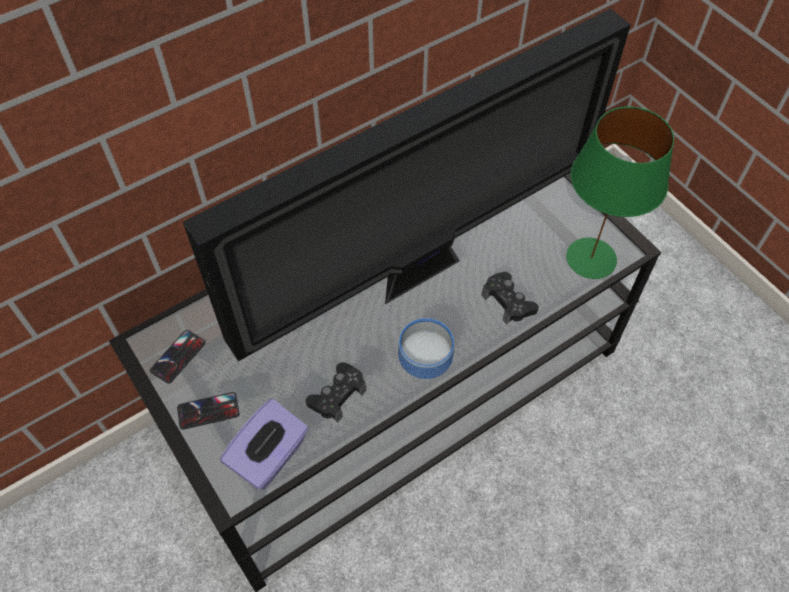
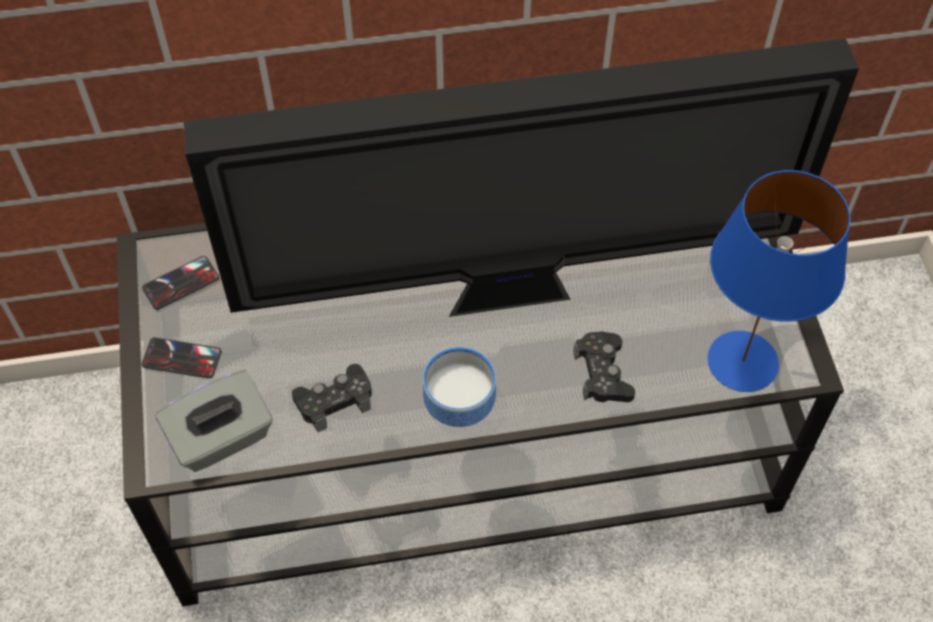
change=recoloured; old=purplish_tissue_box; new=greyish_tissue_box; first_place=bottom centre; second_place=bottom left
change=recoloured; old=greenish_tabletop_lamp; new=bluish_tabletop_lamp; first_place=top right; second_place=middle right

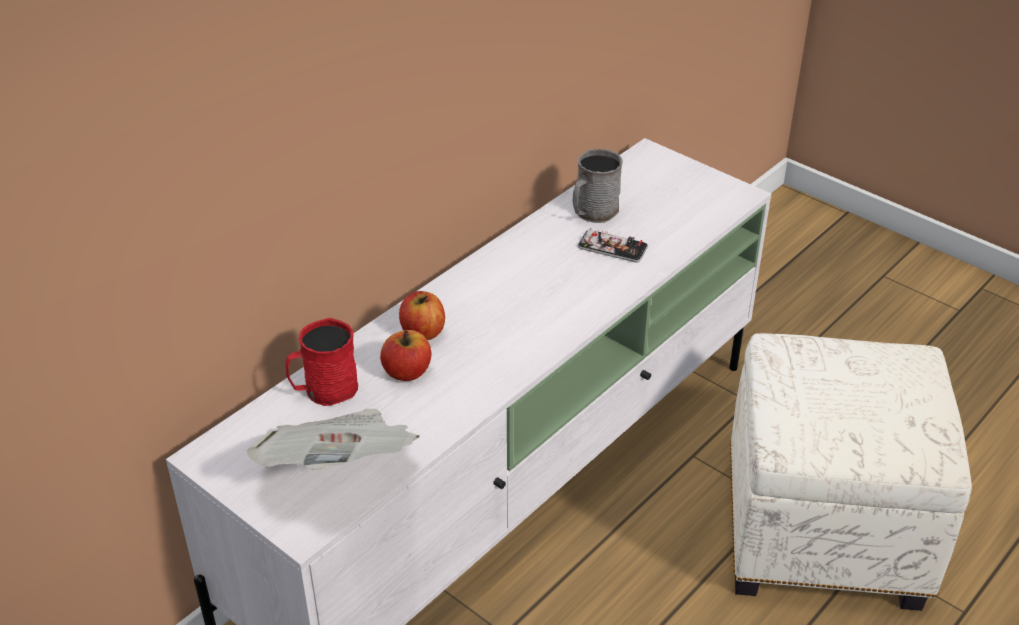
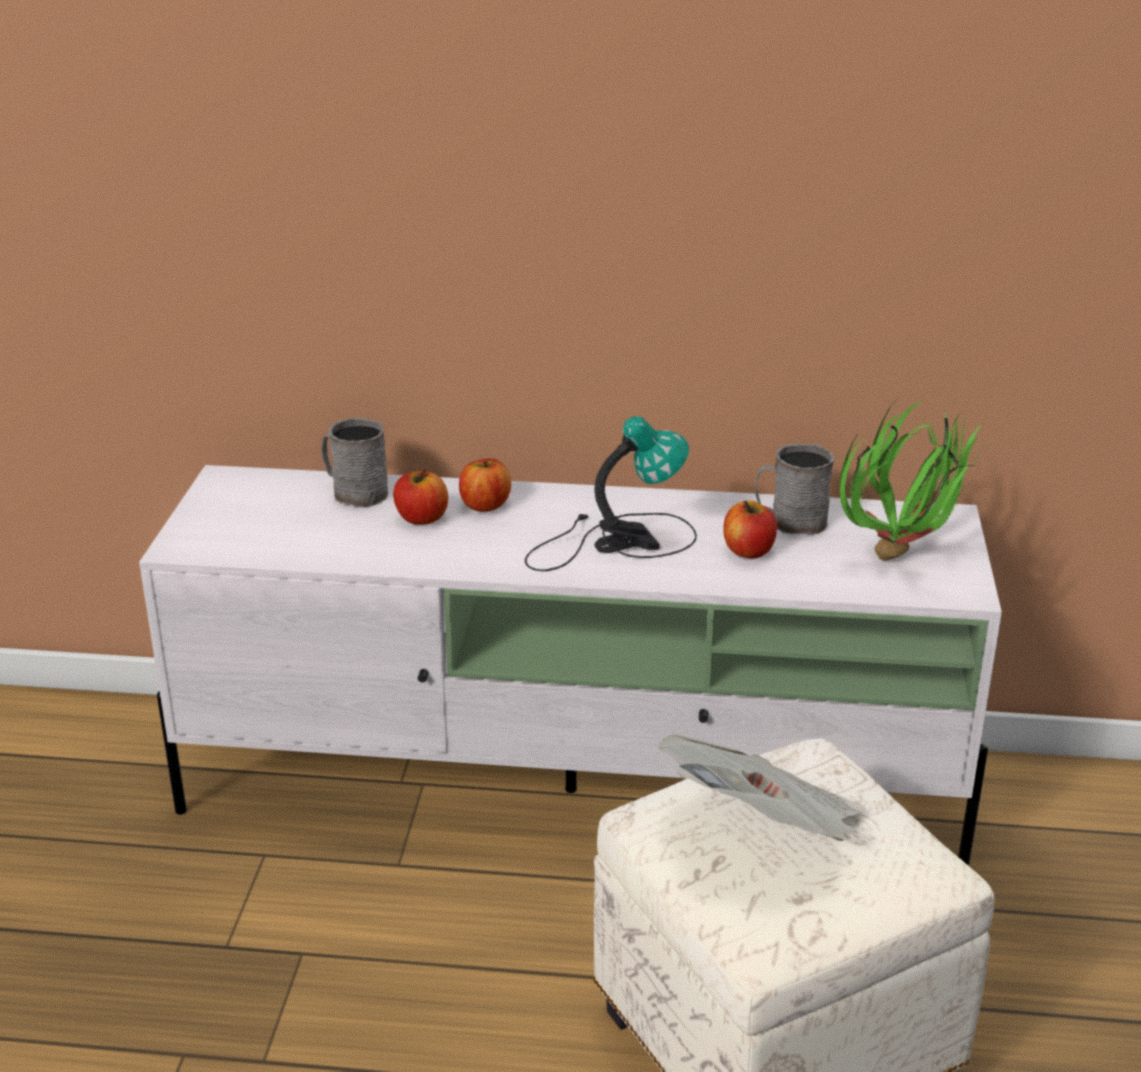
change=moved; old=daily_paper; first_place=bottom left; second_place=bottom right
change=recoloured; old=red_mug; new=greyish_mug (1st from left); first_place=middle left; second_place=middle left
change=replaced; old=telephone; new=whole_apple (3rd from left); first_place=centre; second_place=centre
change=added; new=tabletop_lamp; second_place=centre
change=added; new=potted_plant; second_place=middle right

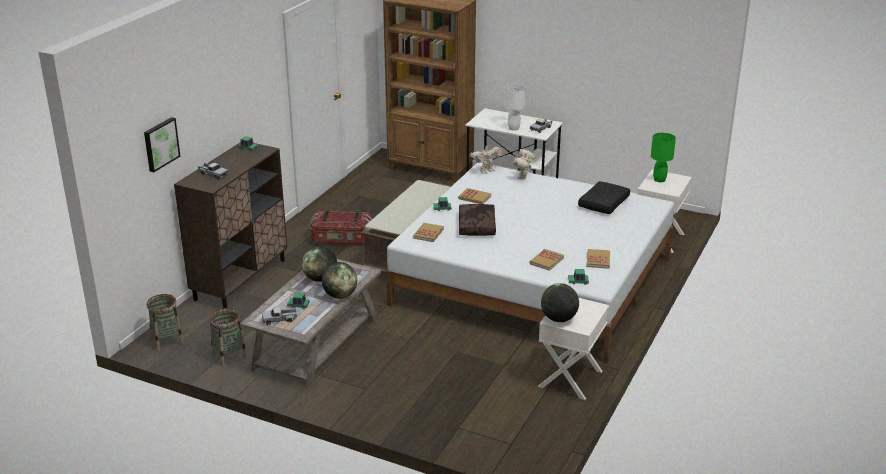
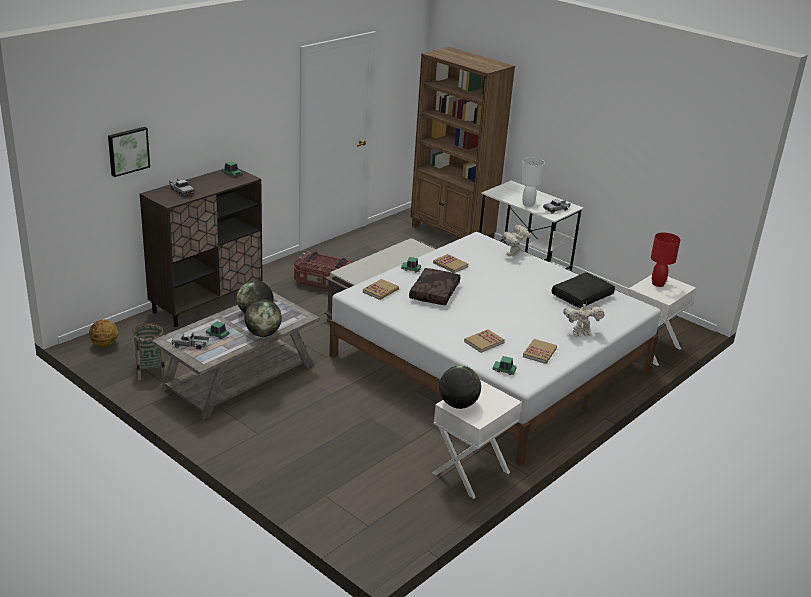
change=replaced; old=storage_basket (1st from left); new=basketball; first_place=bottom left; second_place=middle left
change=moved; old=model_robot (1st from left in the first image); new=model_robot (2nd from left); first_place=centre; second_place=middle right
change=recoloured; old=greenish_tabletop_lamp; new=red_tabletop_lamp; first_place=top right; second_place=middle right

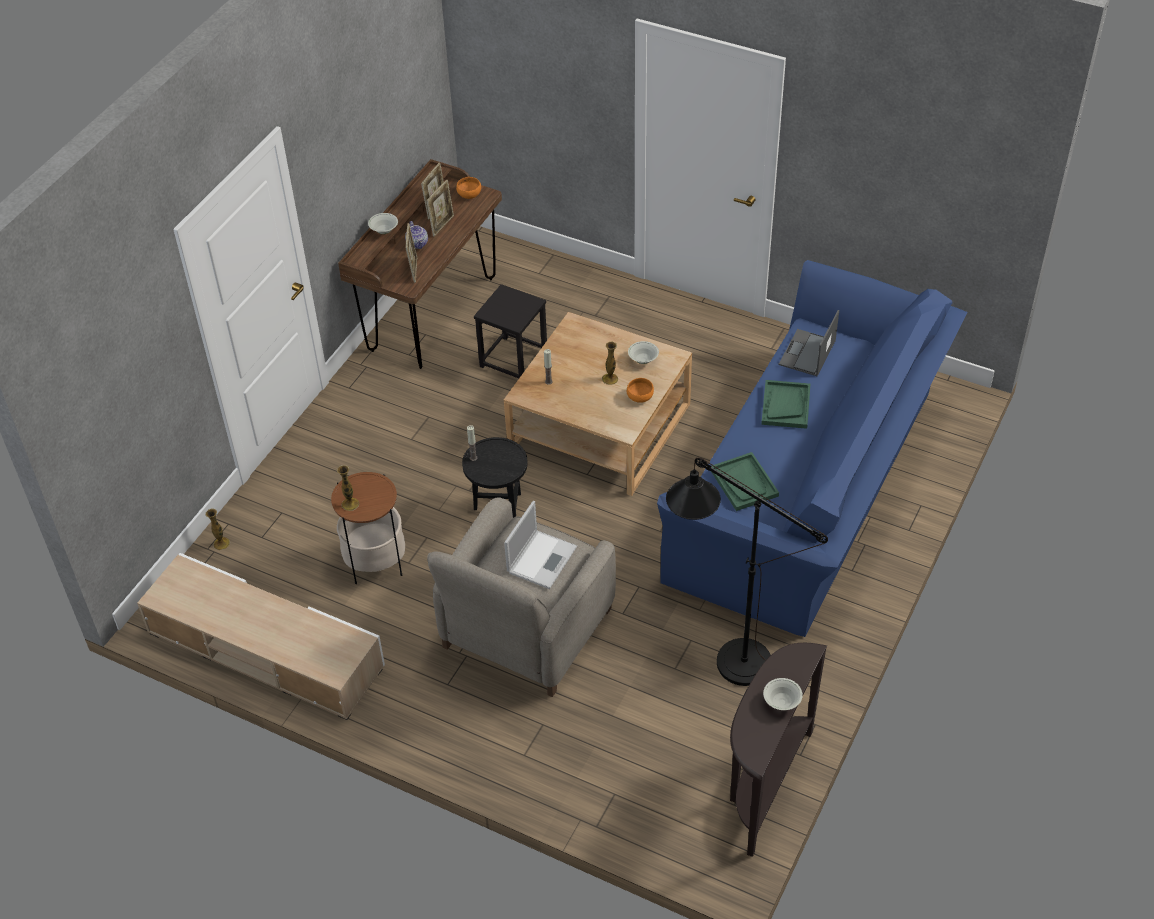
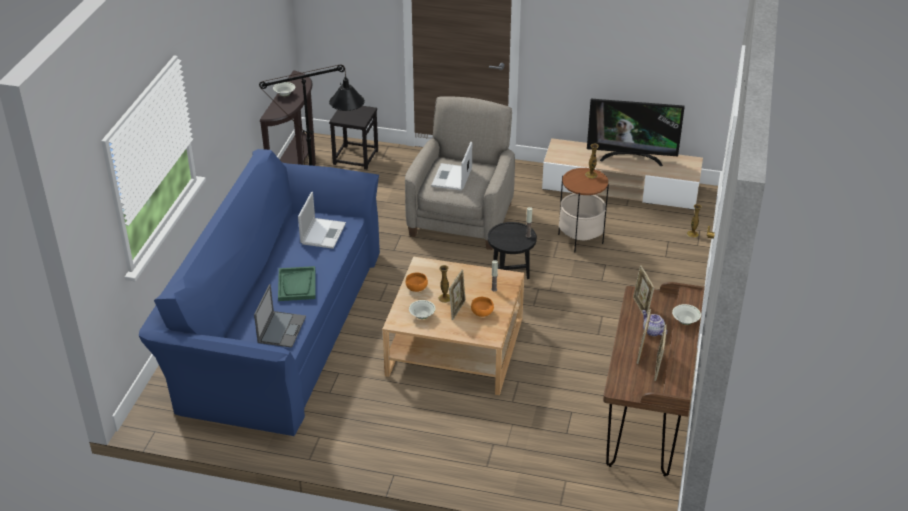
change=moved; old=orange_bowl (1st from left in the first image); new=orange_bowl (2nd from left); first_place=top centre; second_place=centre
change=moved; old=black_stool_seat; first_place=centre; second_place=top centre
change=replaced; old=greenish_carrying_tray (1st from left); new=portable_computer (2nd from left); first_place=centre; second_place=centre
change=added; new=standing_frame (1st from left); second_place=centre
change=added; new=TV_set; second_place=top right

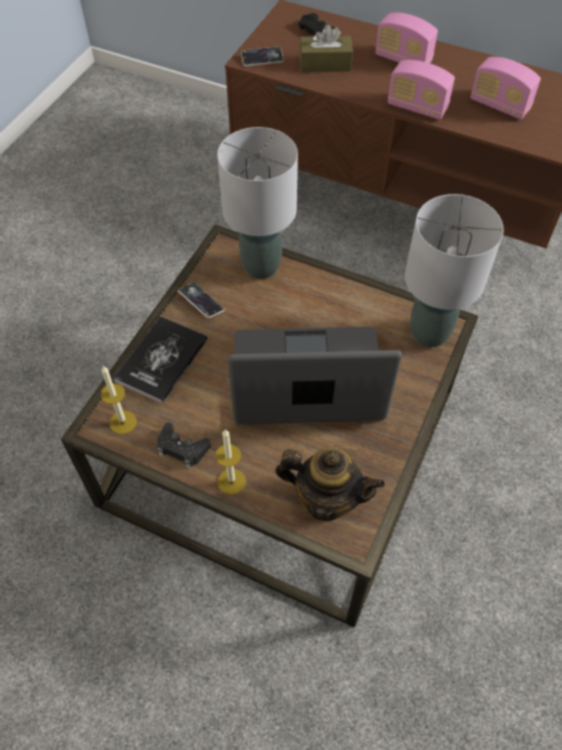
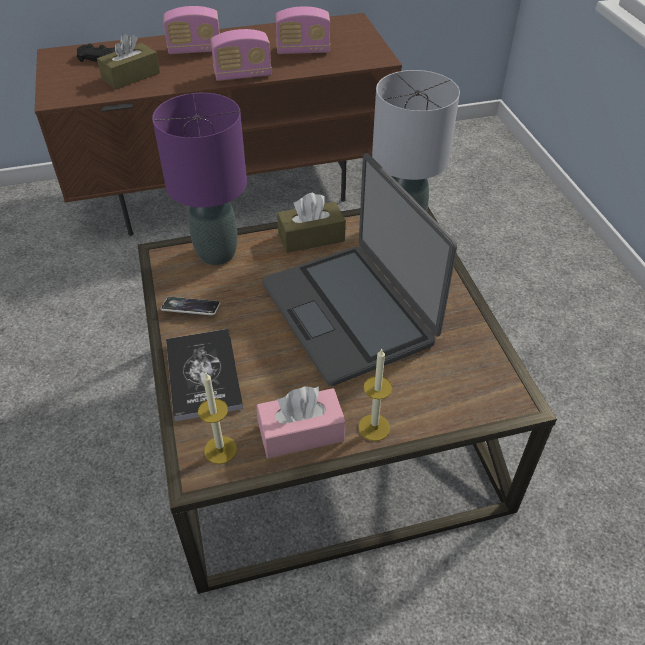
change=replaced; old=black_game_controller (1st from left); new=pink-coloured_tissue_box; first_place=middle left; second_place=centre
change=recoloured; old=greyish_tabletop_lamp (1st from left); new=purplish_tabletop_lamp; first_place=top centre; second_place=top left
change=turned; old=portable_computer; first_place=centre; second_place=centre; degrees=-75
change=removed; old=telephone (2nd from left); first_place=top centre
change=removed; old=pot_for_tea; first_place=centre
change=added; new=brownish_tissue_box (2nd from left); second_place=centre

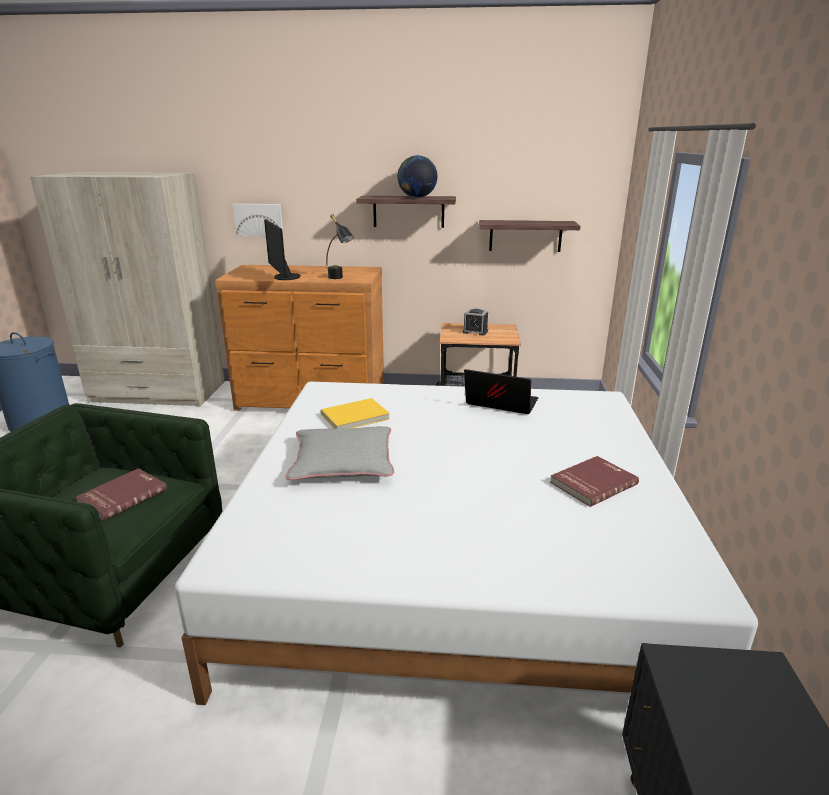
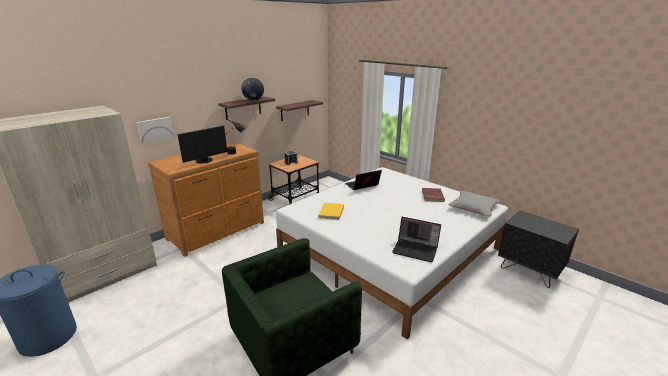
change=removed; old=red_bound_book (1st from left); first_place=middle left
change=turned; old=computer_screen; first_place=top centre; second_place=middle left; degrees=-60
change=moved; old=greyish_throw_pillow; first_place=centre; second_place=middle right
change=added; new=portable_computer (2nd from left); second_place=centre

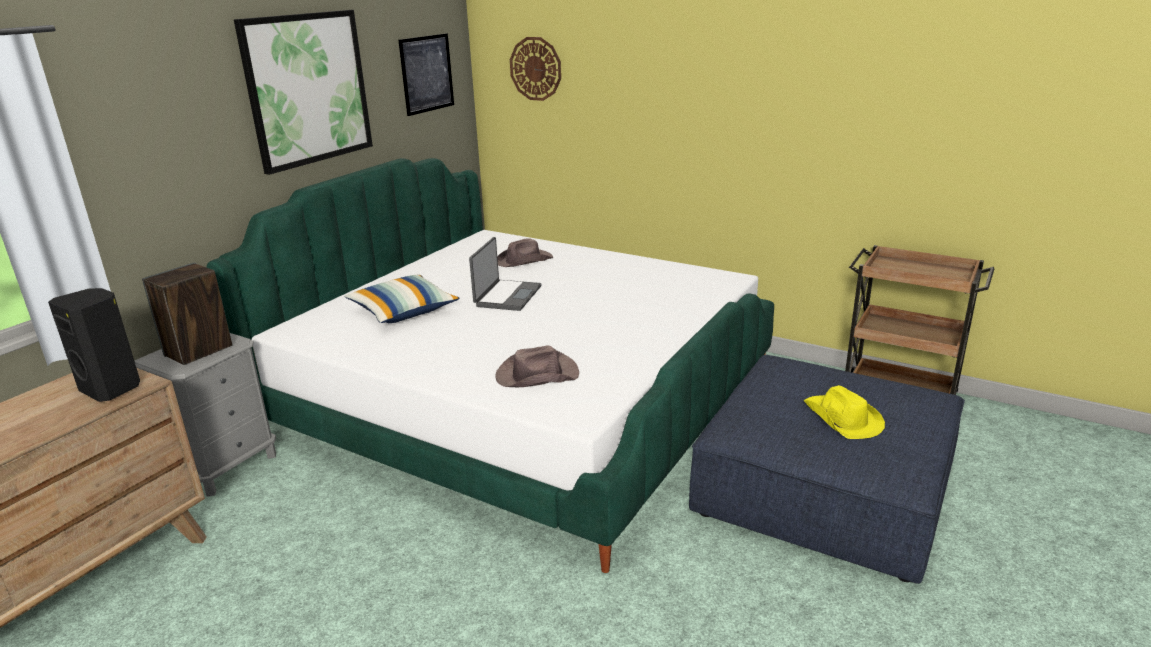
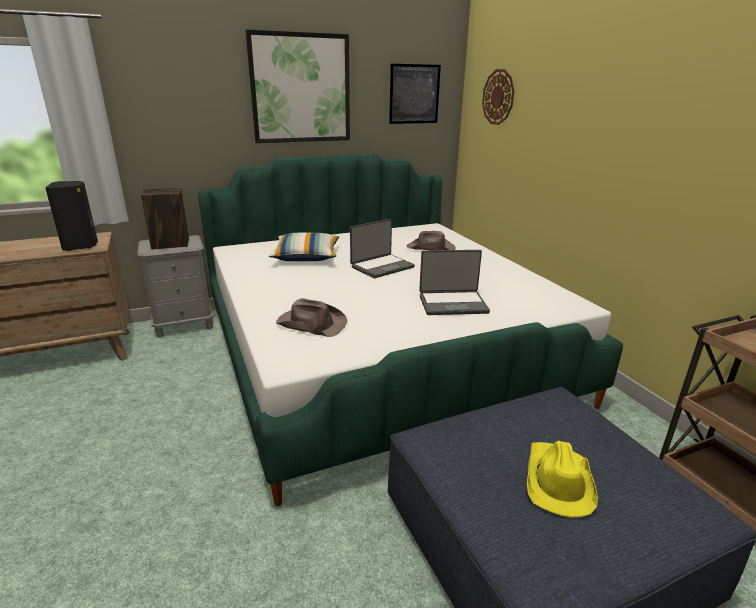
change=added; new=portable_computer (2nd from left); second_place=centre

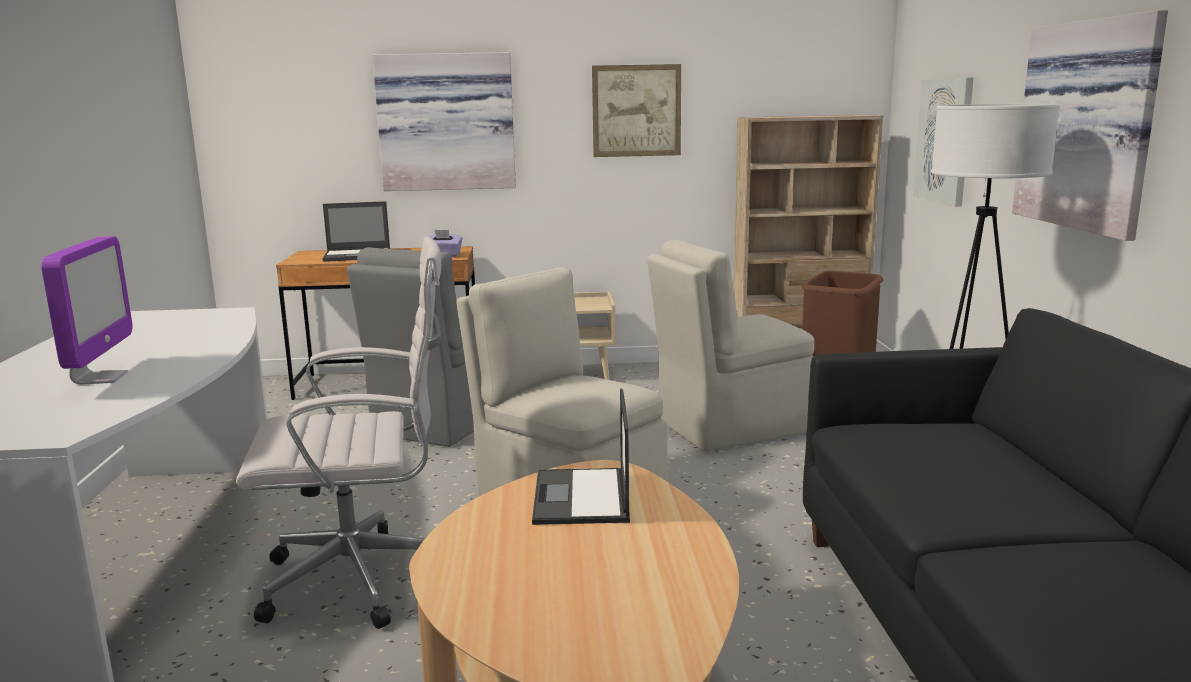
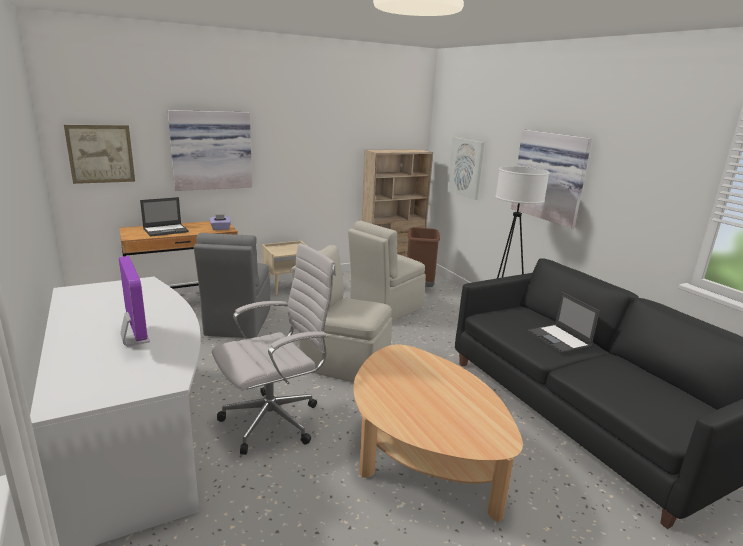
change=moved; old=portable_computer (2nd from left); first_place=bottom centre; second_place=middle right
change=moved; old=picture (2nd from left in the first image); new=picture (1st from left); first_place=top centre; second_place=top left

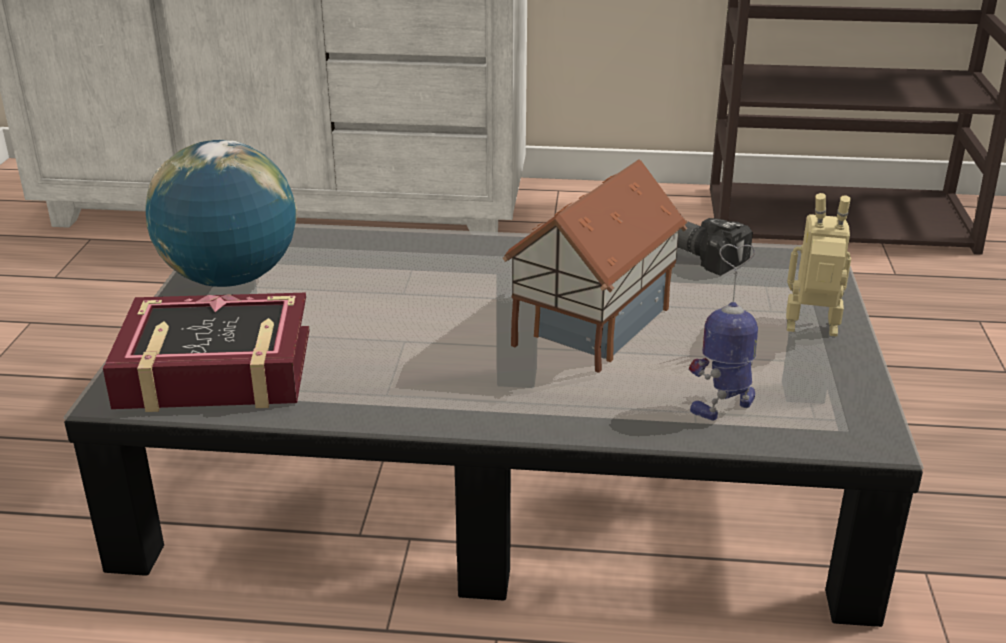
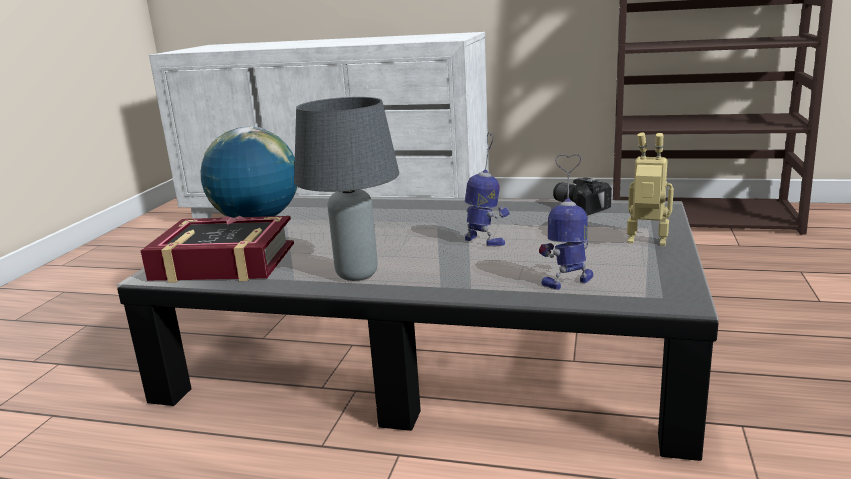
change=replaced; old=miniature_house; new=model_robot (1st from left); first_place=centre; second_place=centre
change=added; new=greyish_tabletop_lamp; second_place=centre

